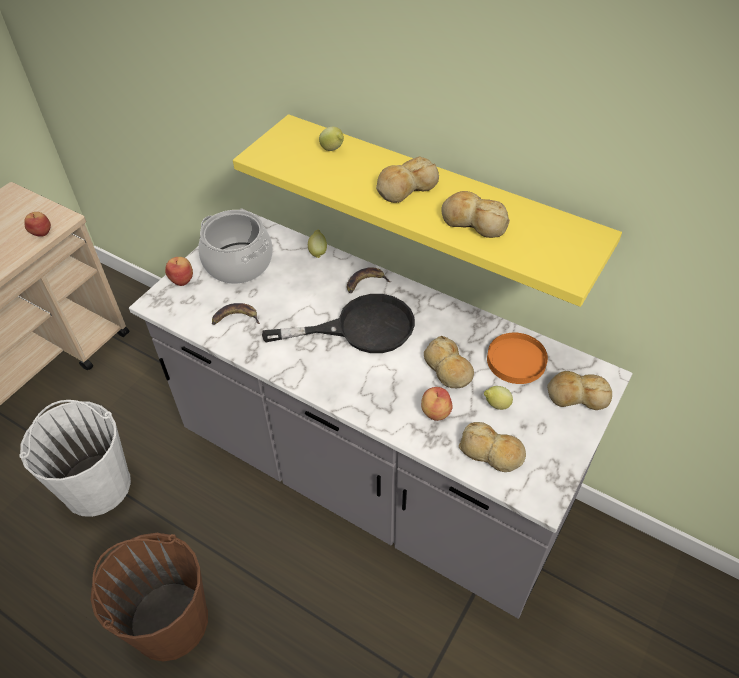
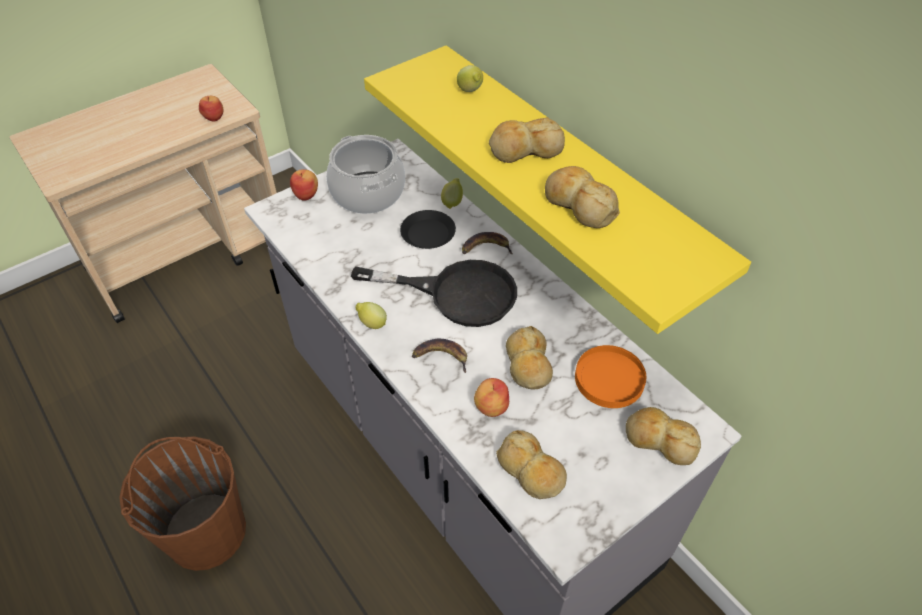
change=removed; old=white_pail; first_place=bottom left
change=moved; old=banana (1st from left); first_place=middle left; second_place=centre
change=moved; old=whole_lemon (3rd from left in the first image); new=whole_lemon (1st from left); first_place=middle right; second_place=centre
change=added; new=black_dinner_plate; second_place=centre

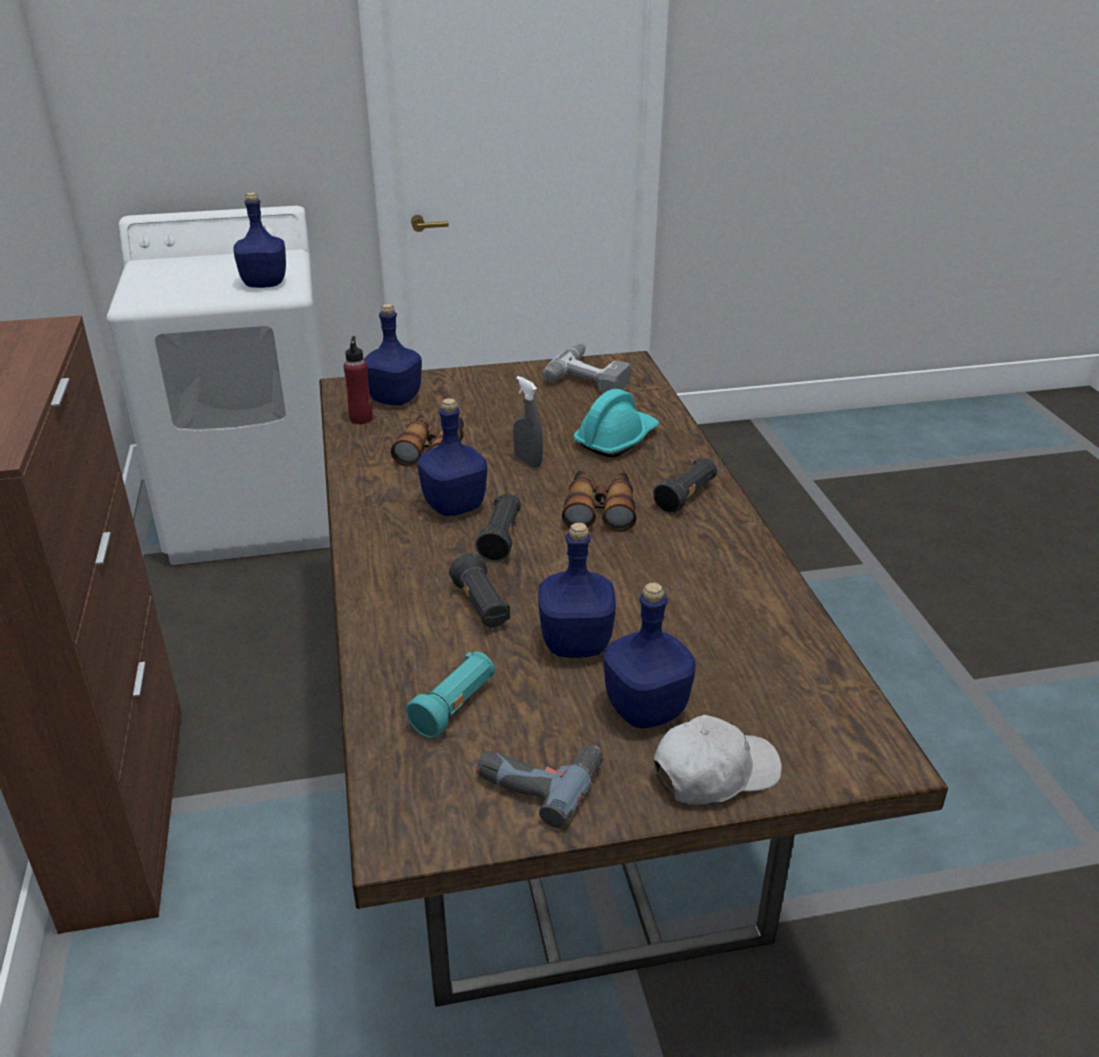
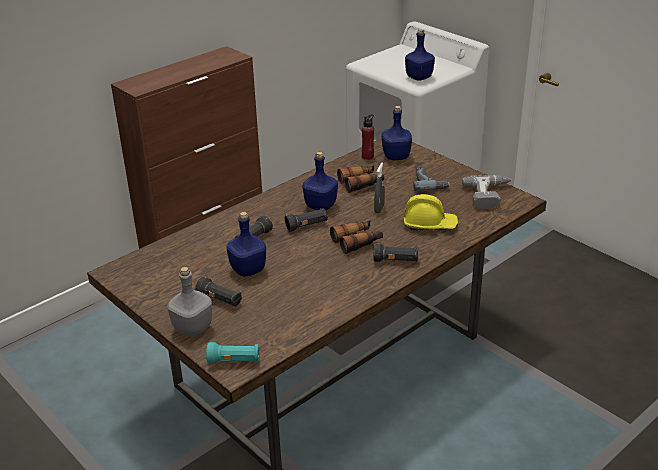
change=moved; old=turquoise-coloured_flashlight; first_place=centre; second_place=bottom centre
change=moved; old=power_drill (1st from left); first_place=bottom centre; second_place=centre
change=recoloured; old=turquoise-coloured_work_helmet; new=yellow_work_helmet; first_place=centre; second_place=centre
change=replaced; old=bluish_beverage_bottle (5th from left); new=black_flashlight (1st from left); first_place=centre; second_place=middle left
change=replaced; old=white_cap; new=greyish_beverage_bottle; first_place=bottom centre; second_place=middle left

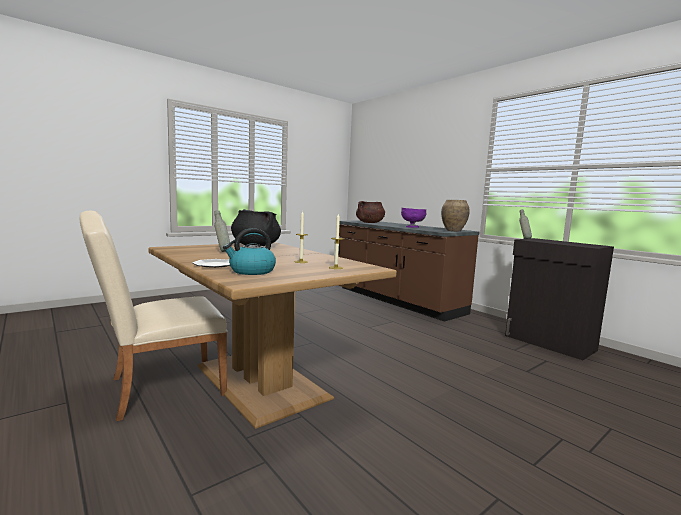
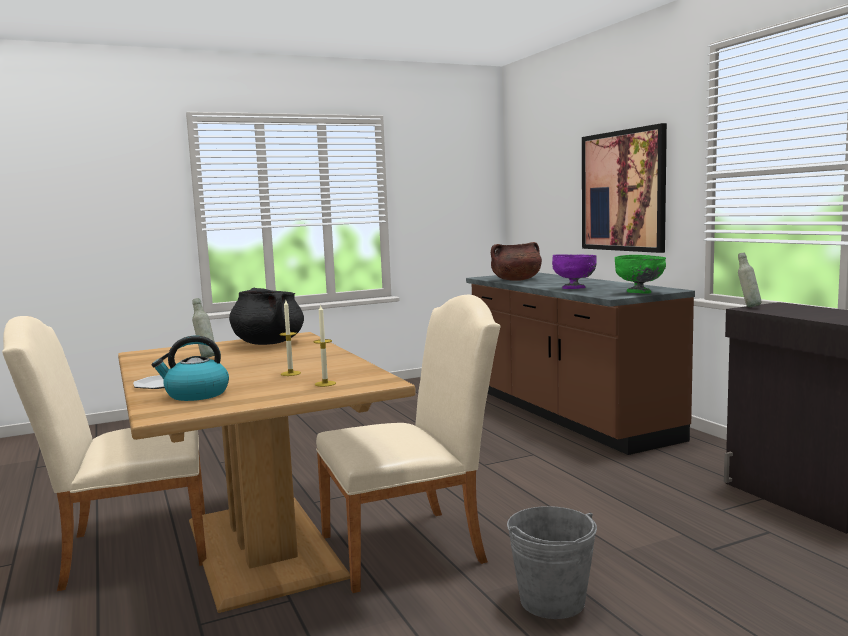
change=replaced; old=brownish_vase; new=greenish_bowl; first_place=middle right; second_place=middle right
change=added; new=sand-coloured_plain_chair (2nd from left); second_place=bottom centre
change=added; new=greyish_pail; second_place=bottom centre
change=added; new=picture; second_place=top right

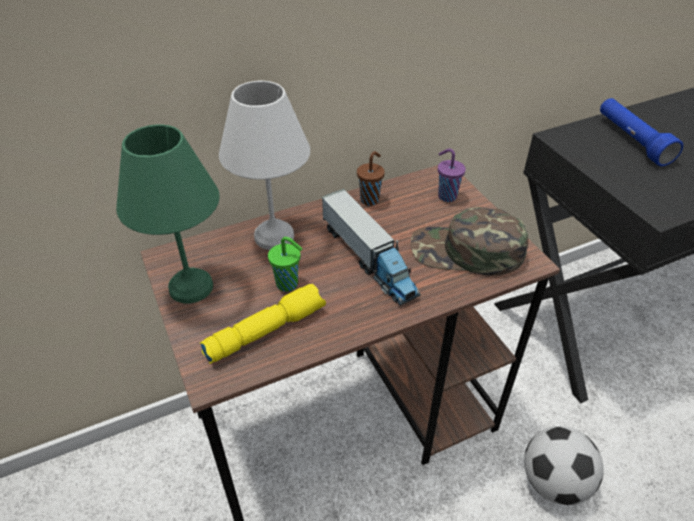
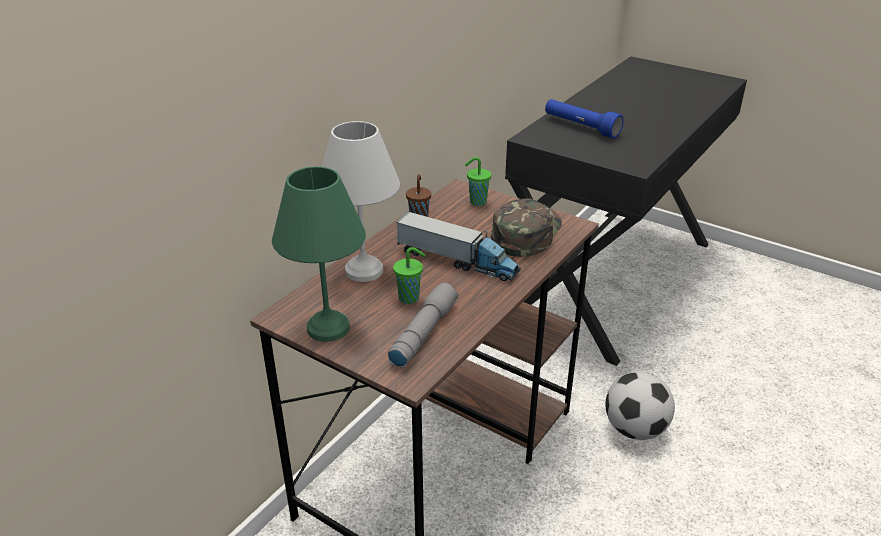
change=recoloured; old=yellow_flashlight; new=greyish_flashlight; first_place=centre; second_place=centre
change=turned; old=greenish_cap; first_place=middle right; second_place=centre; degrees=135
change=recoloured; old=purplish_small_cup; new=greenish_small_cup (2nd from left); first_place=centre; second_place=centre

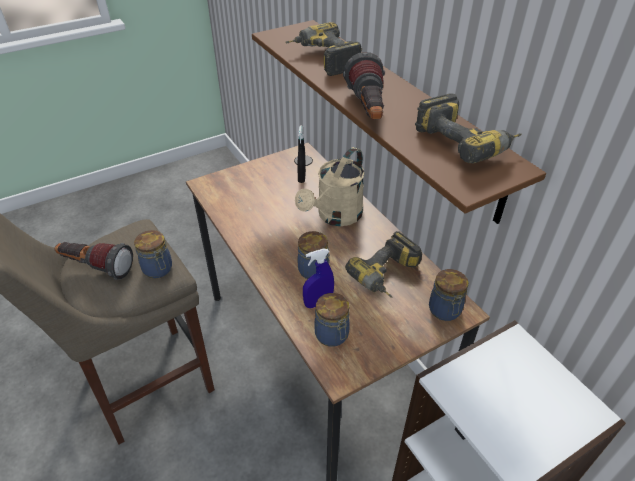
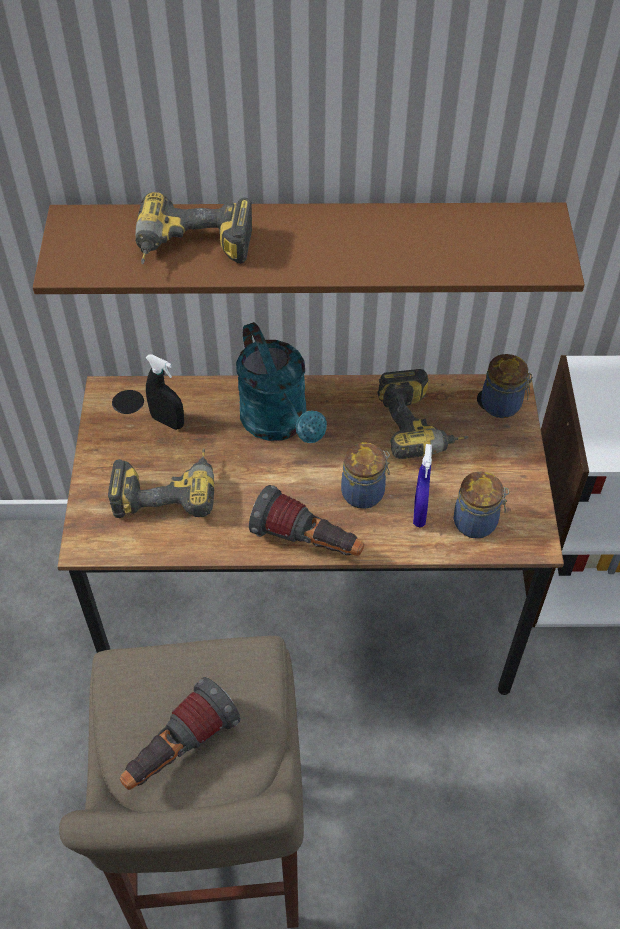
change=removed; old=preserve_jar (1st from left); first_place=middle left
change=recoloured; old=sand-coloured_sprinkling_can; new=turquoise-coloured_sprinkling_can; first_place=centre; second_place=centre
change=moved; old=flashlight (2nd from left); first_place=top centre; second_place=centre
change=moved; old=power_drill (3rd from left in the first image); new=power_drill (1st from left); first_place=top right; second_place=middle left

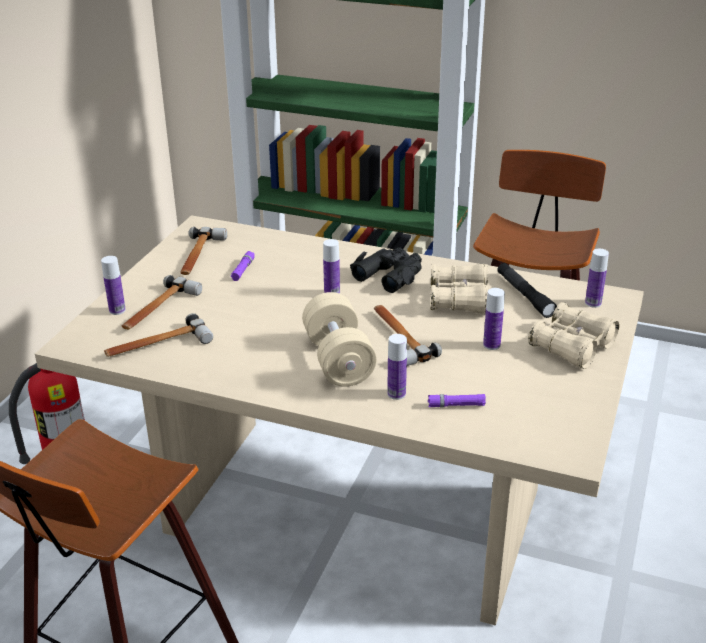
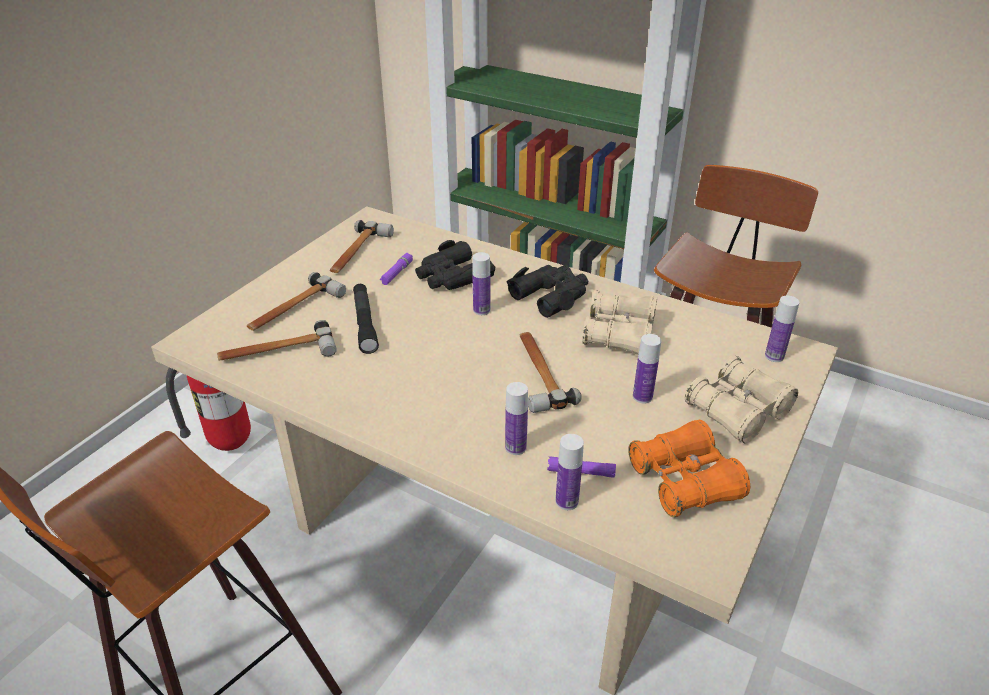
change=moved; old=beverage_bottle (1st from left in the first image); new=beverage_bottle (3rd from left); first_place=middle left; second_place=bottom centre
change=removed; old=sand-coloured_free_weight; first_place=centre
change=moved; old=black_flashlight; first_place=middle right; second_place=centre
change=added; new=black_field_glasses (1st from left); second_place=centre
change=added; new=orange_field_glasses; second_place=bottom right

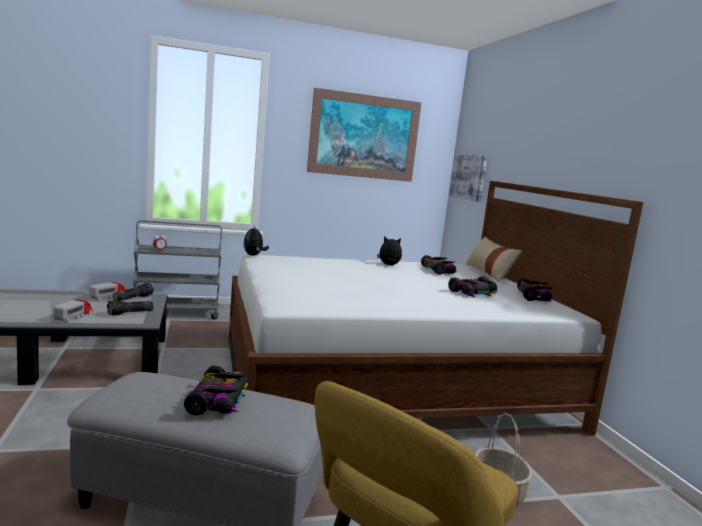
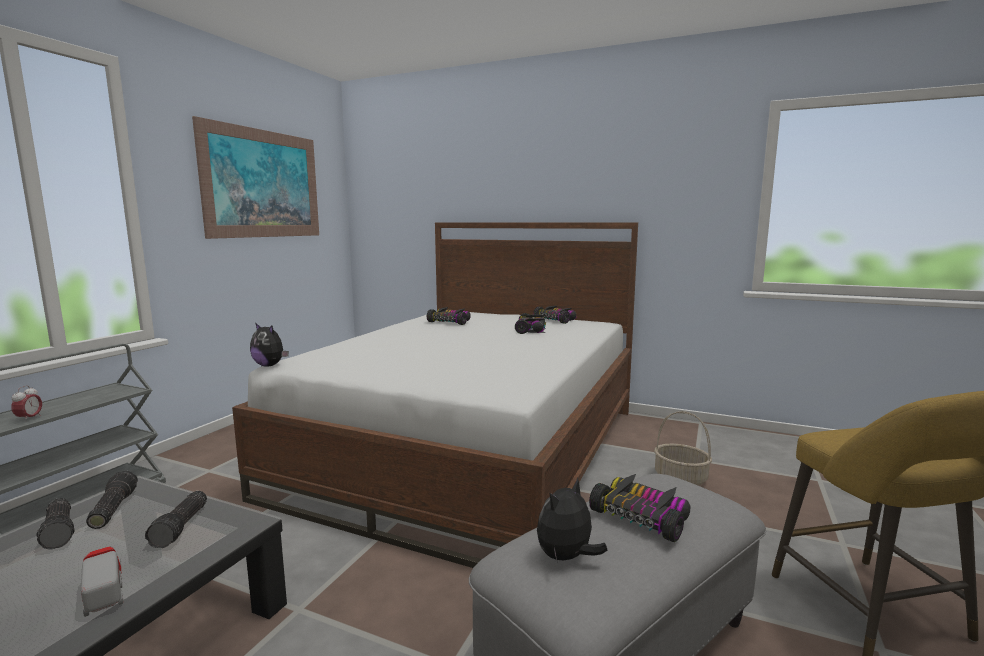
change=replaced; old=toy_lorry (2nd from left); new=flashlight (1st from left); first_place=middle left; second_place=bottom left
change=moved; old=cuddly_toy (2nd from left); first_place=centre; second_place=bottom centre
change=removed; old=picture (2nd from left); first_place=middle right
change=removed; old=sand-coloured_throw_pillow; first_place=middle right

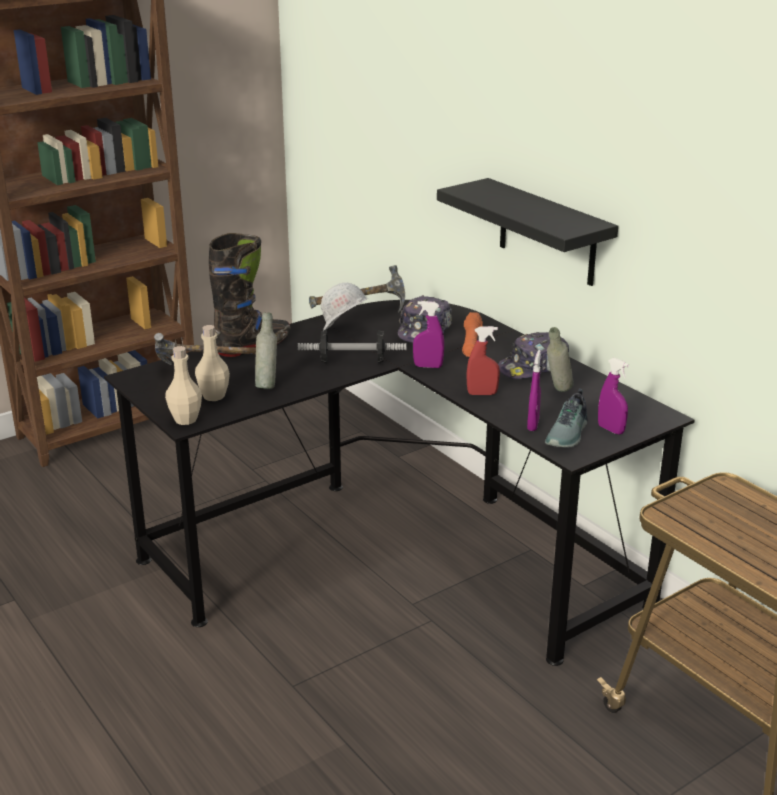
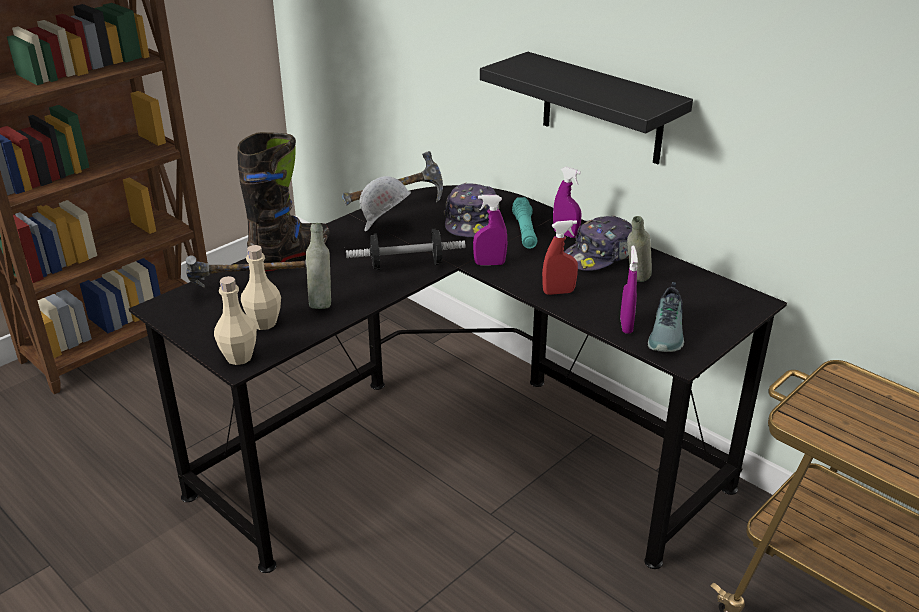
change=recoloured; old=orange_flashlight; new=turquoise-coloured_flashlight; first_place=centre; second_place=centre
change=moved; old=purplish_hand_sprayer (3rd from left in the first image); new=purplish_hand_sprayer (2nd from left); first_place=middle right; second_place=top centre

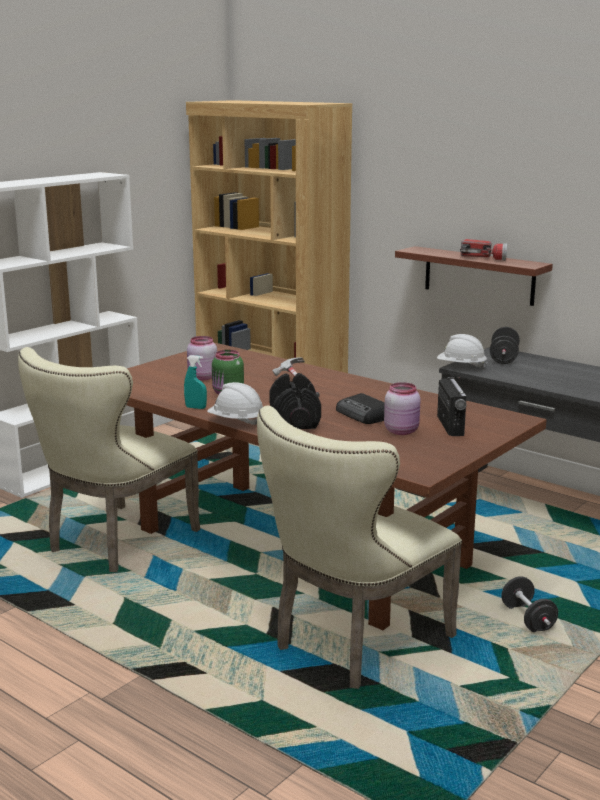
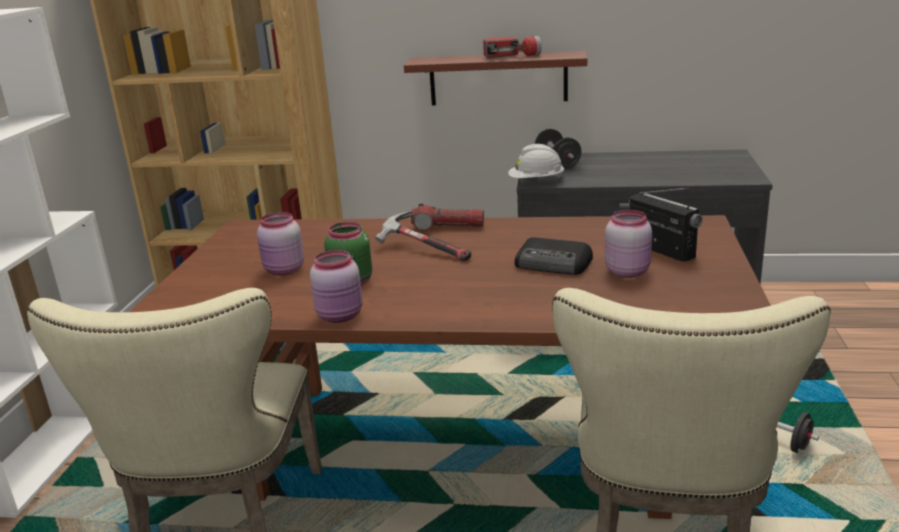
change=replaced; old=turquoise-coloured_hand_sprayer; new=pink-coloured_preserve_jar (2nd from left); first_place=middle left; second_place=centre
change=removed; old=white_work_helmet (1st from left); first_place=centre
change=removed; old=black_free_weight (1st from left); first_place=centre
change=added; new=flashlight (1st from left); second_place=centre

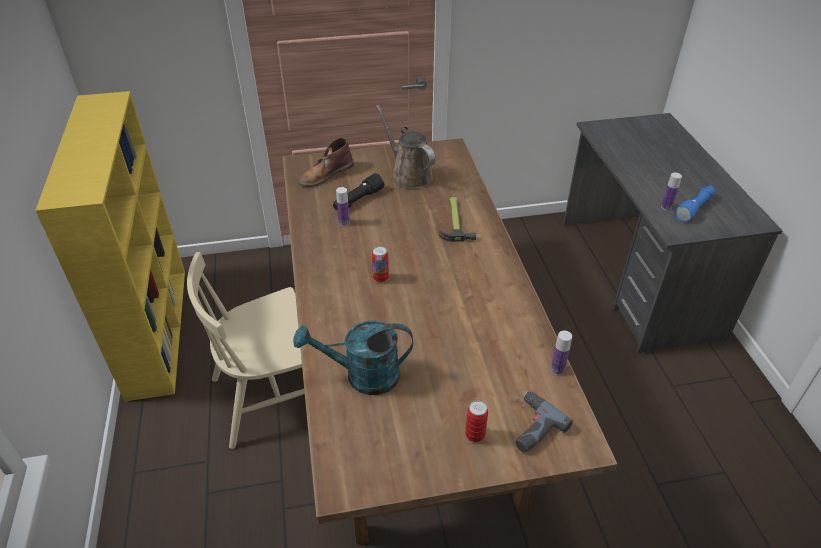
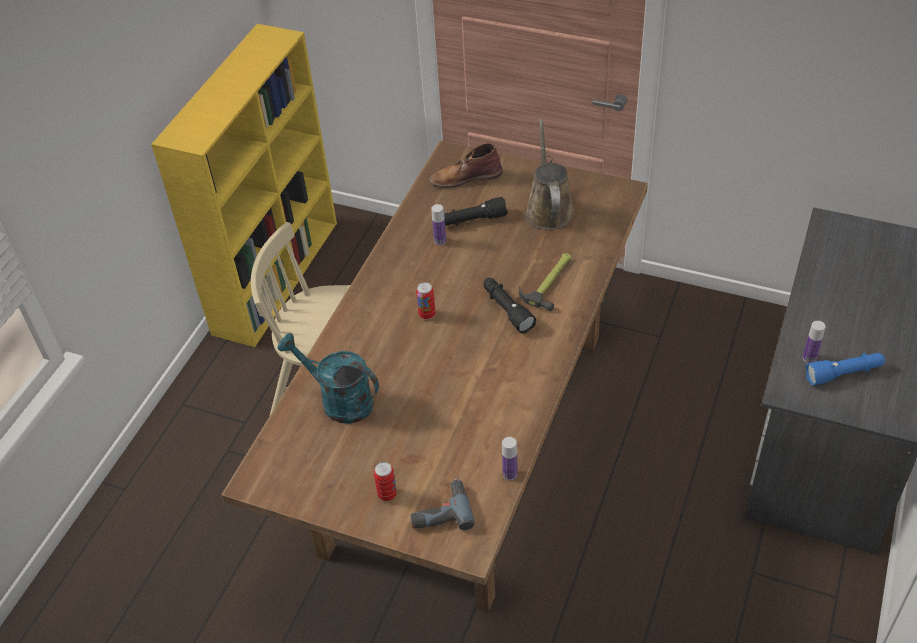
change=added; new=black_flashlight (2nd from left); second_place=centre

